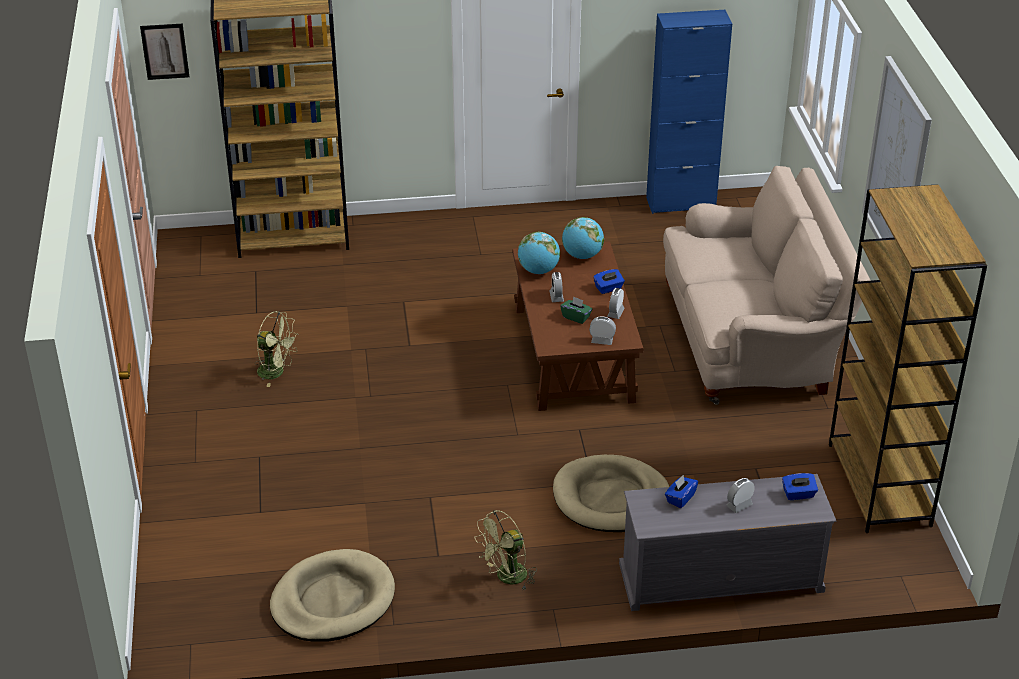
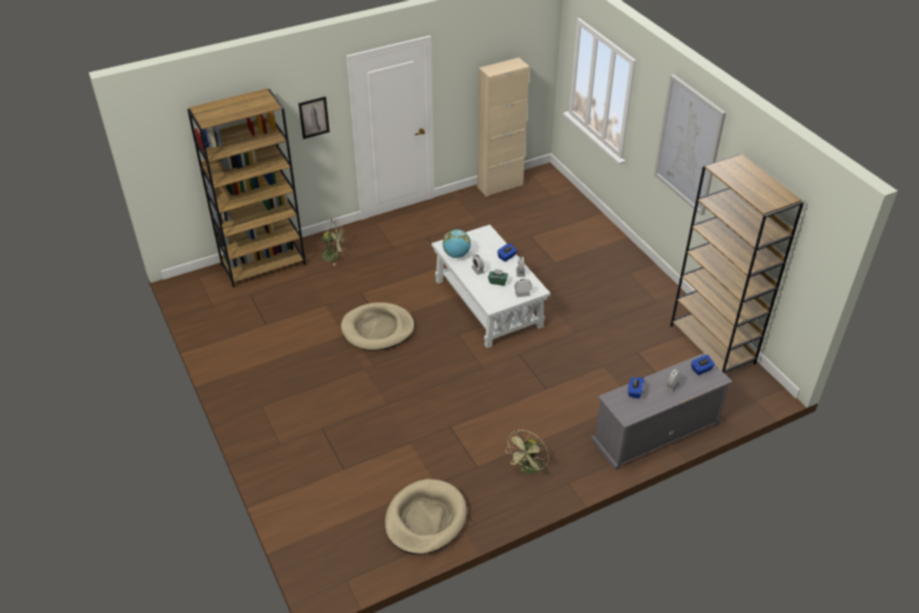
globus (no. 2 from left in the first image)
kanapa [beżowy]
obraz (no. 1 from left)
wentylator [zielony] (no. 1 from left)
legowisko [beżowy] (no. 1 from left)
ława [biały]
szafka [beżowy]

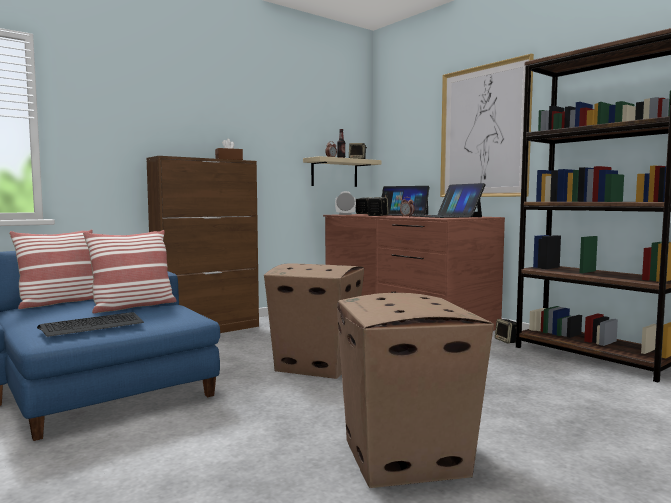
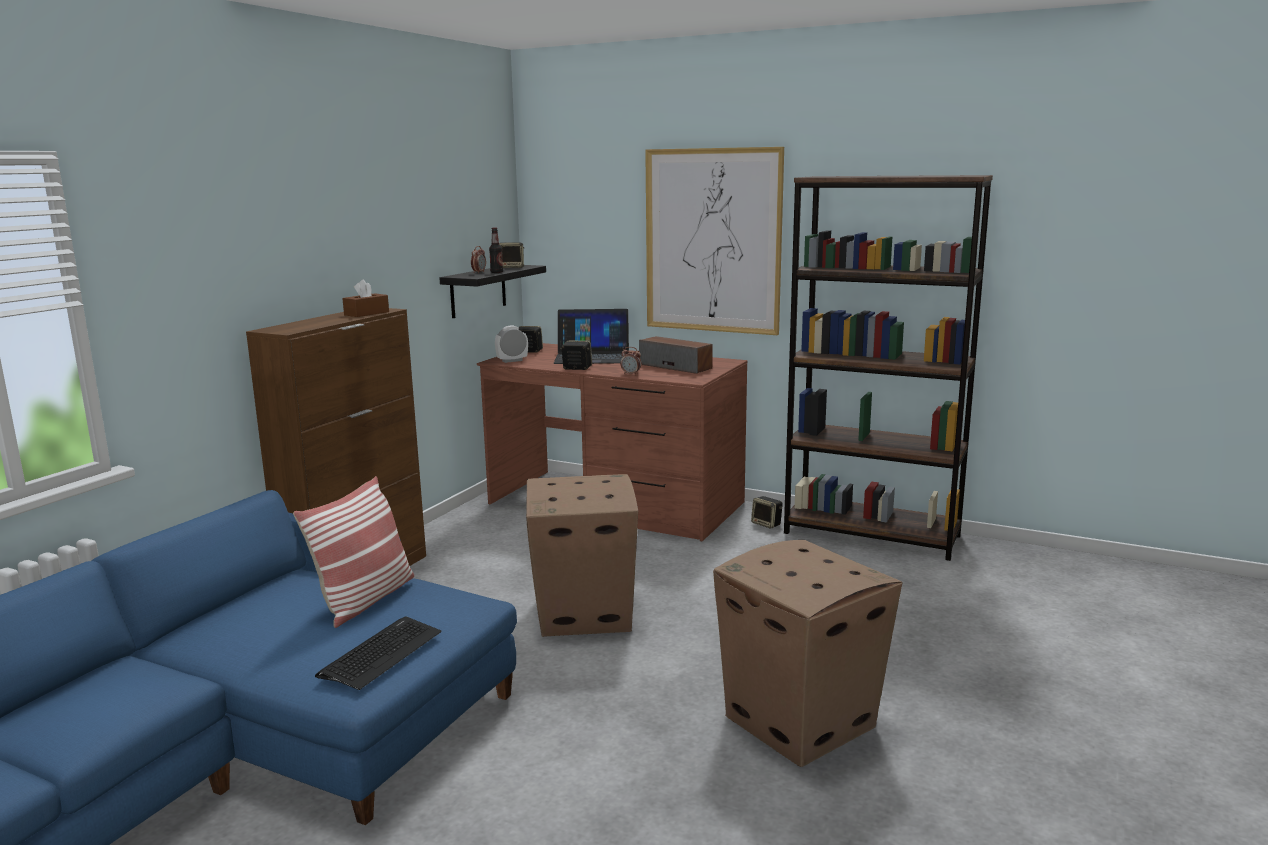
poduszka (no. 1 from left in the first image)
głośnik (no. 4 from left)
półka [czarny]

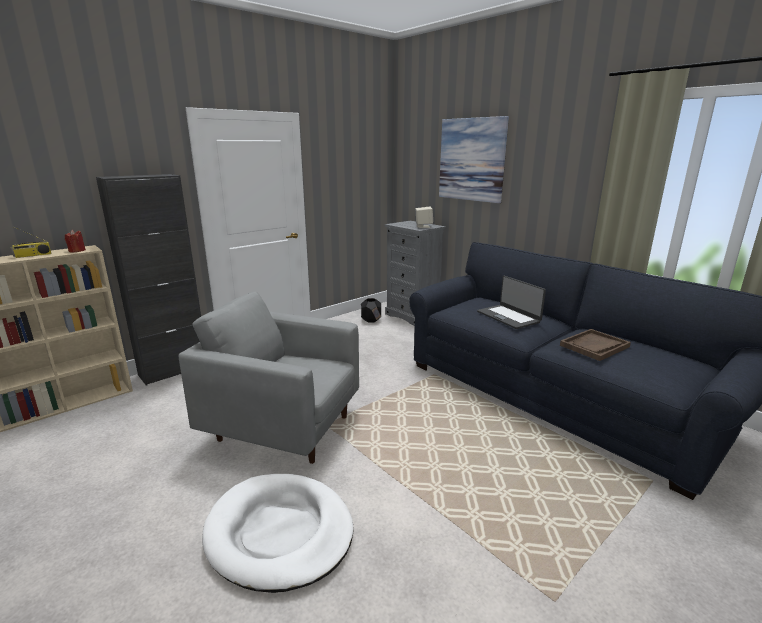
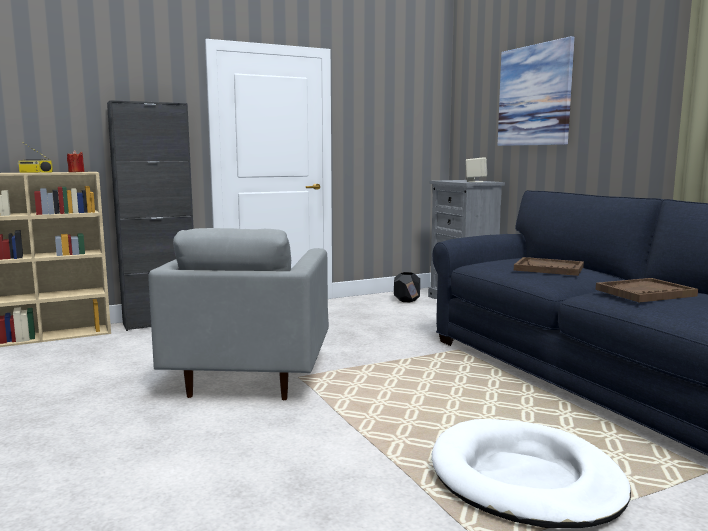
legowisko [biały]
taca [brązowy] (no. 1 from left)
fotel [szary]

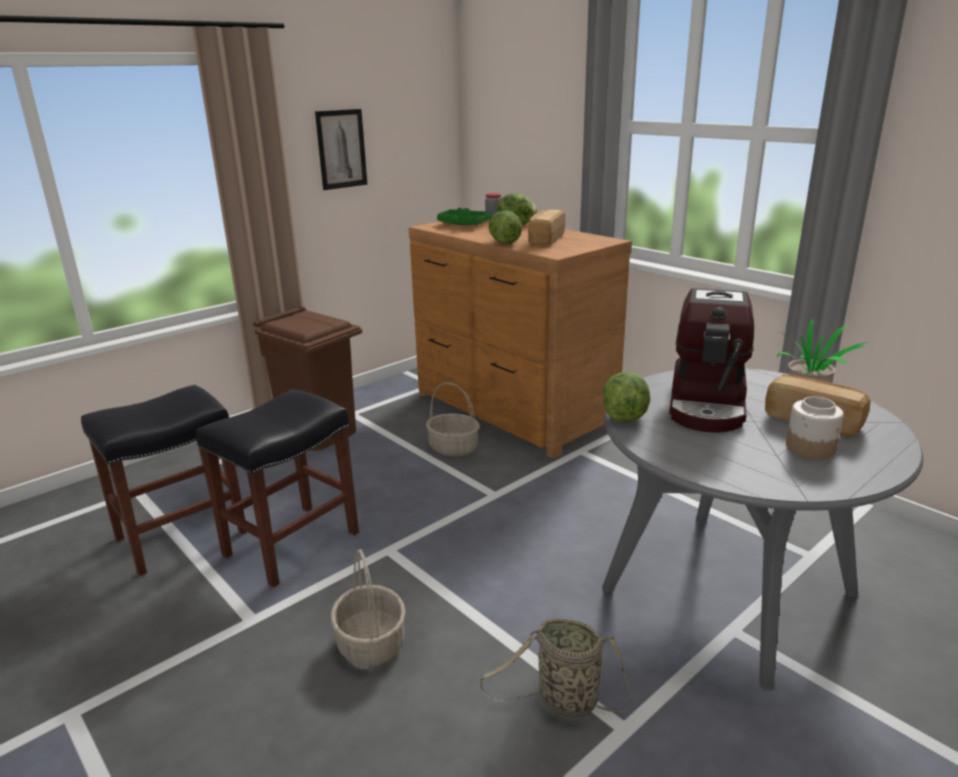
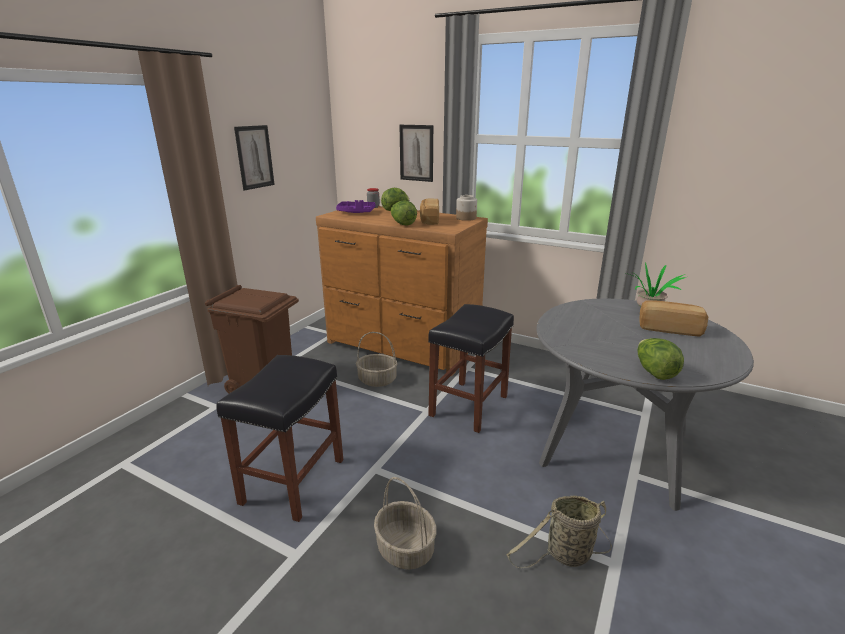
ekspres do kawy
obraz (no. 2 from left)
stołek [czarny] (no. 2 from left)
sałata (no. 3 from left)
słoik (no. 2 from left)
taca [fioletowy]

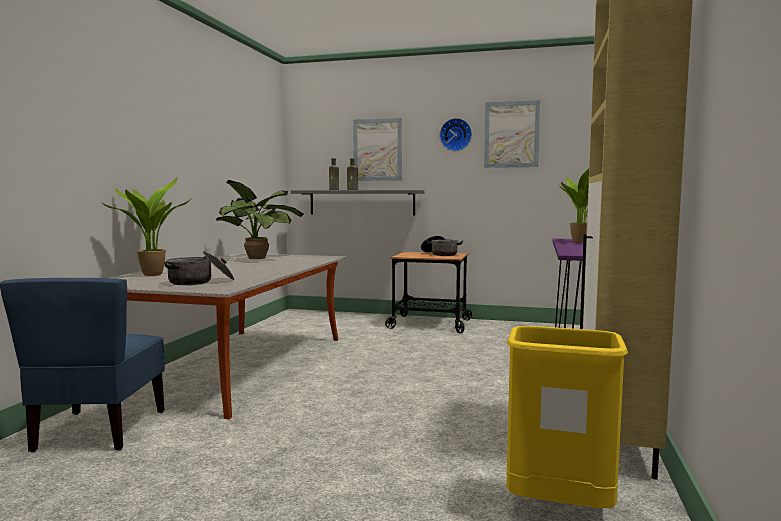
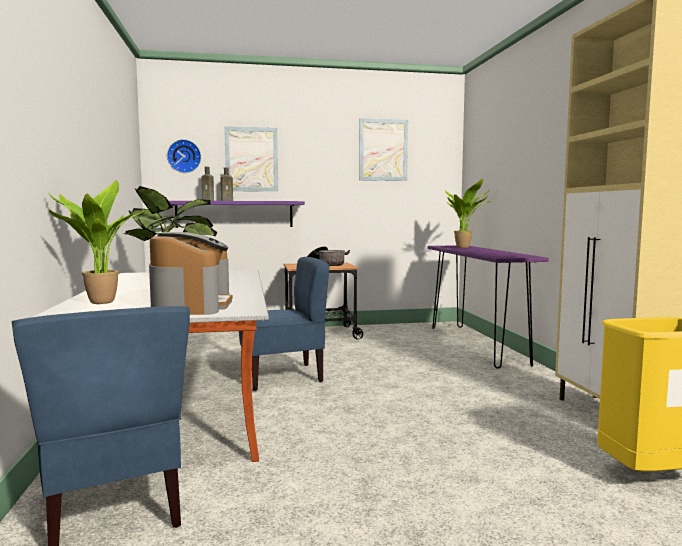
krzesło [niebieski] (no. 2 from left)
zegar ścienny
ekspres do kawy
półka [fioletowy]

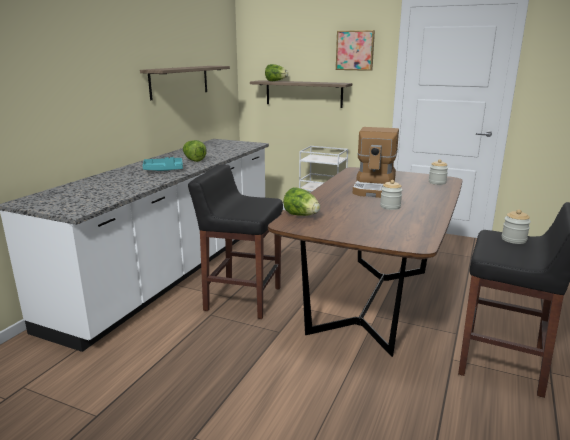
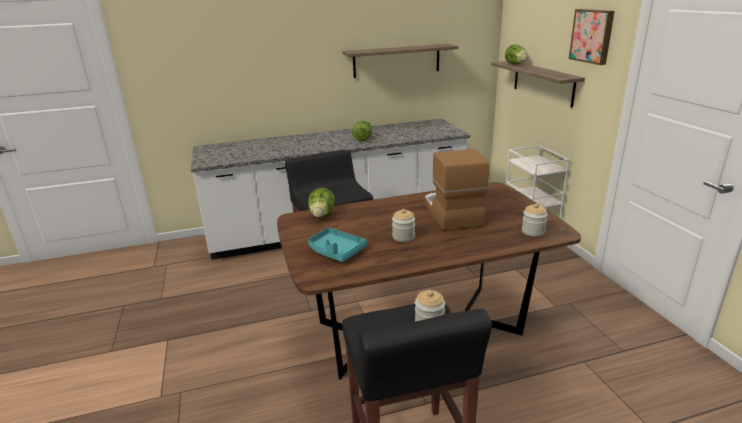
taca [turkusowy]
ekspres do kawy

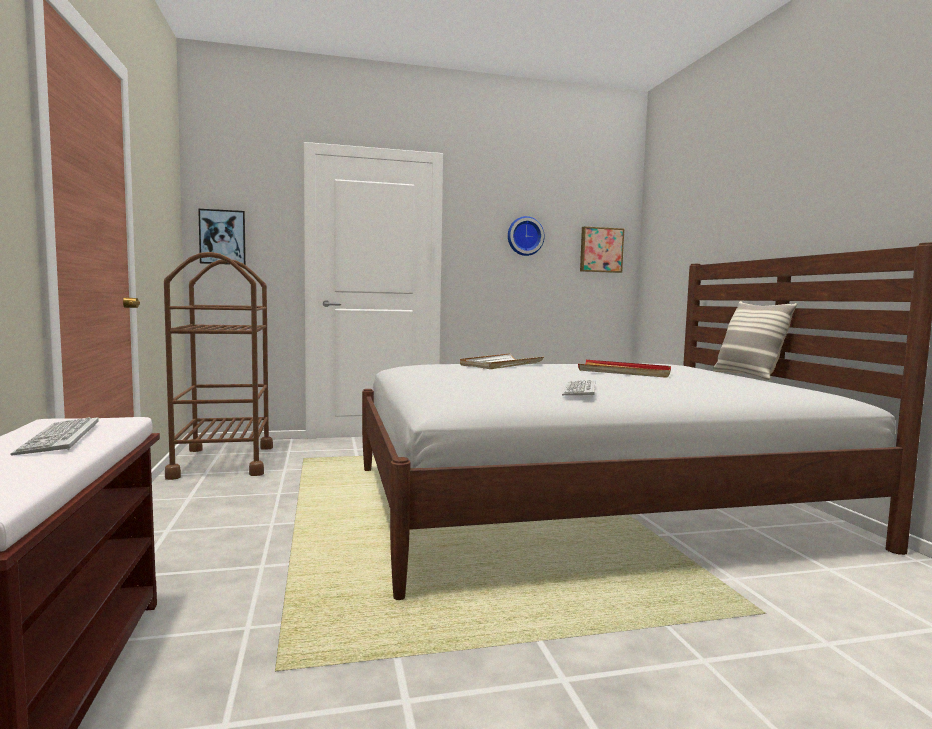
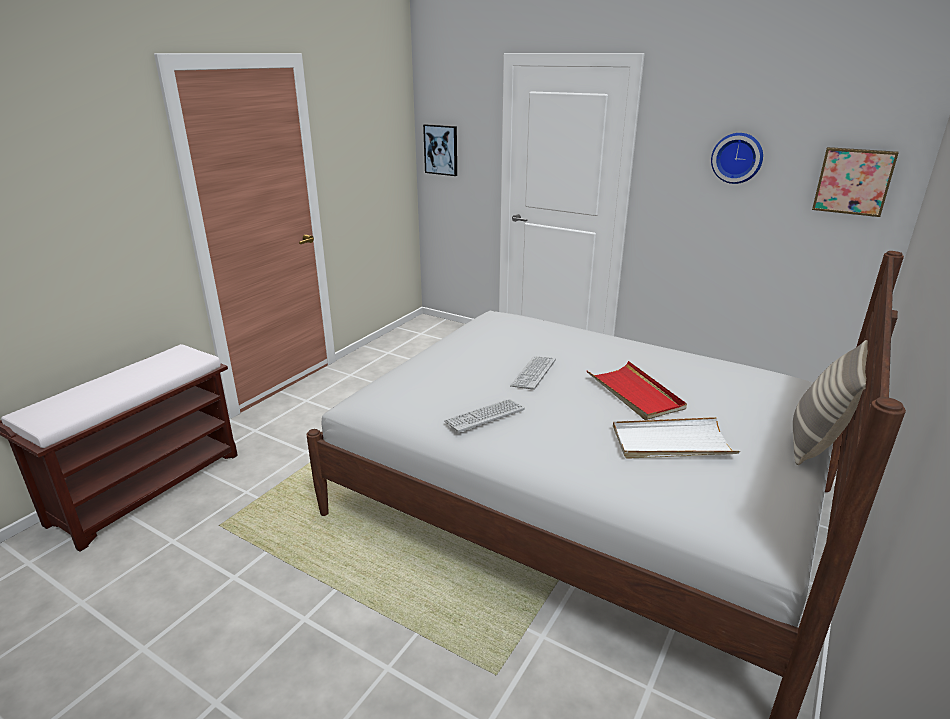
wózek [brązowy]
klawiatura (no. 2 from left)
taca [biały]

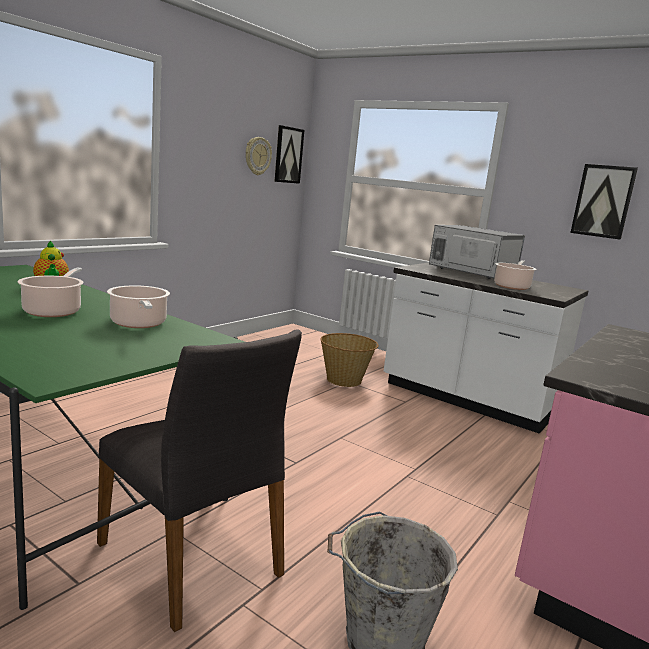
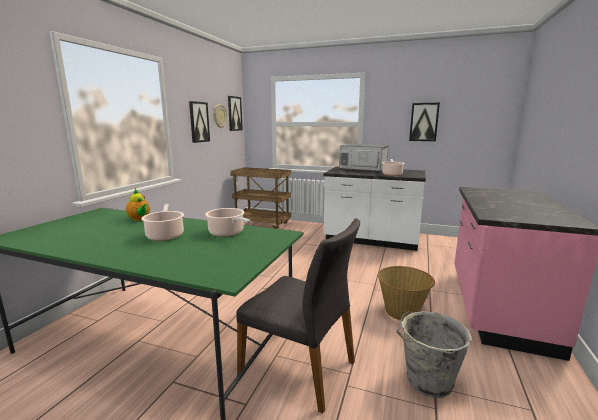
obraz (no. 1 from left)
wózek [brązowy]
koszyk

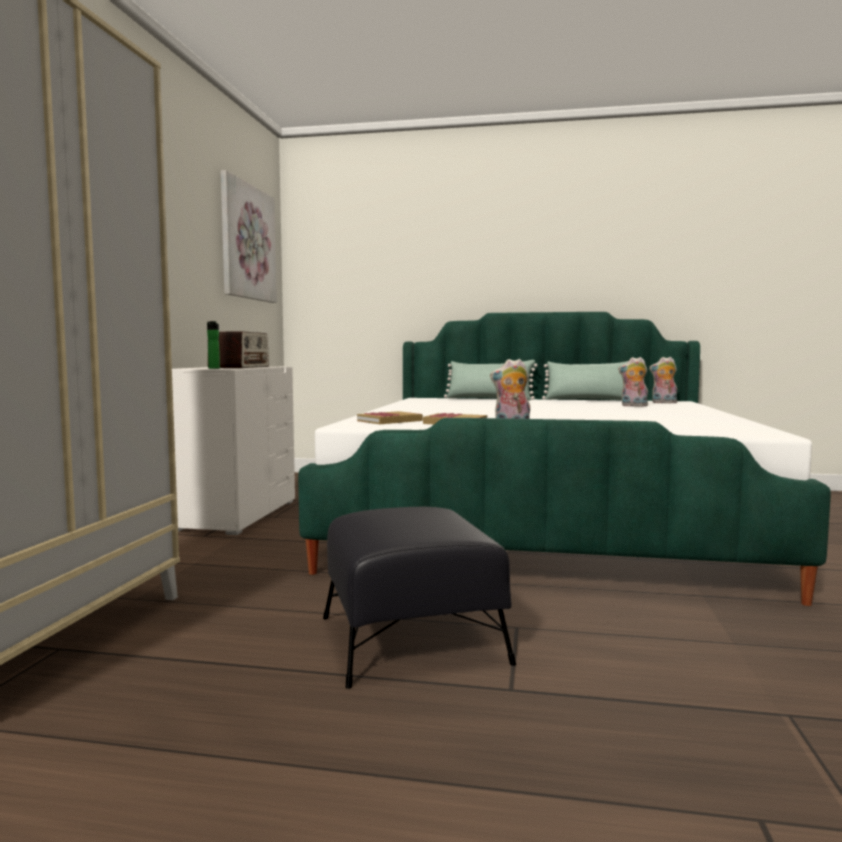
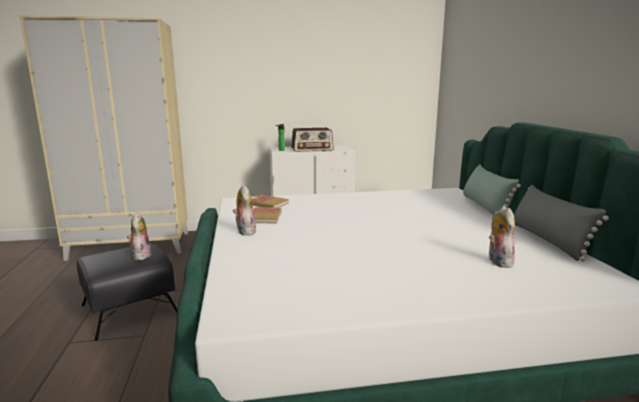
obraz
pluszak (no. 1 from left)
poduszka [szary]

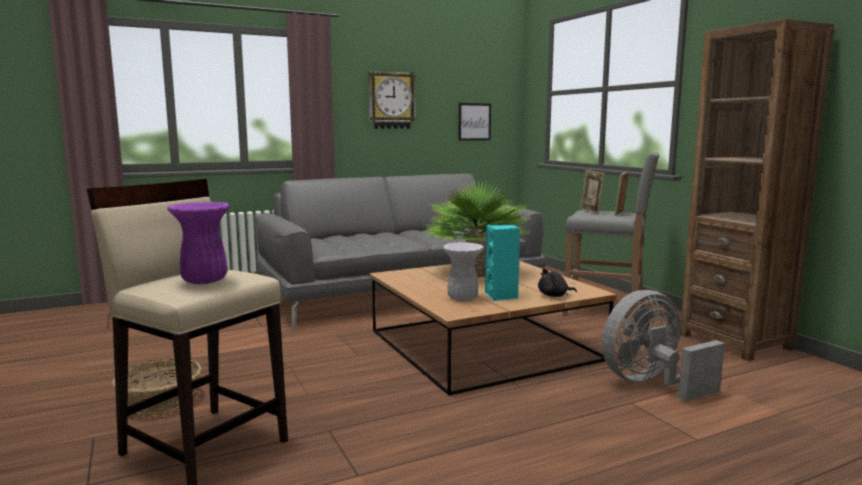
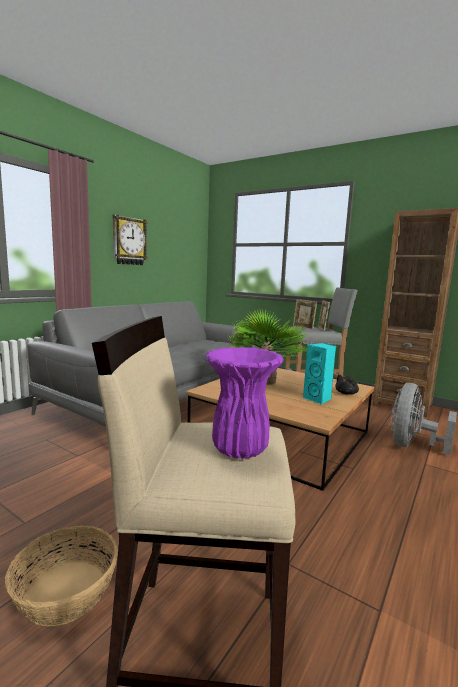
wazon [biały]
obraz

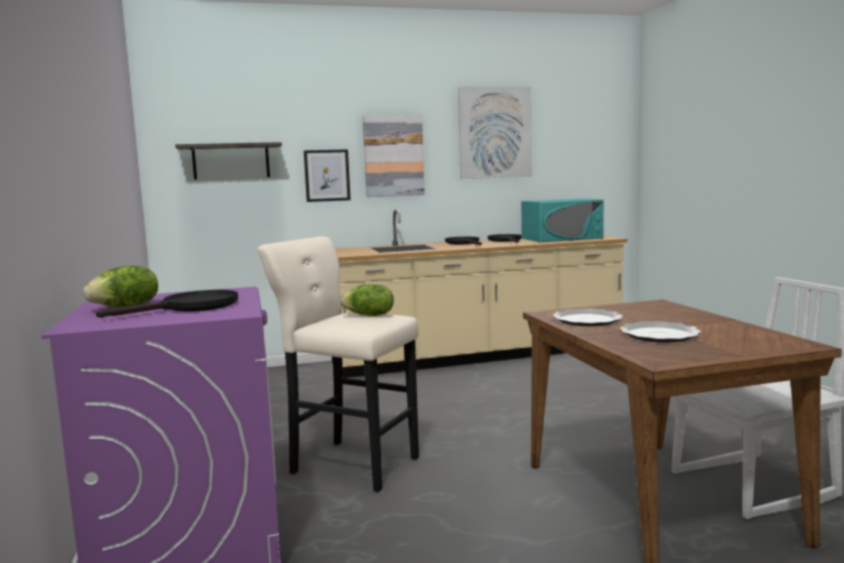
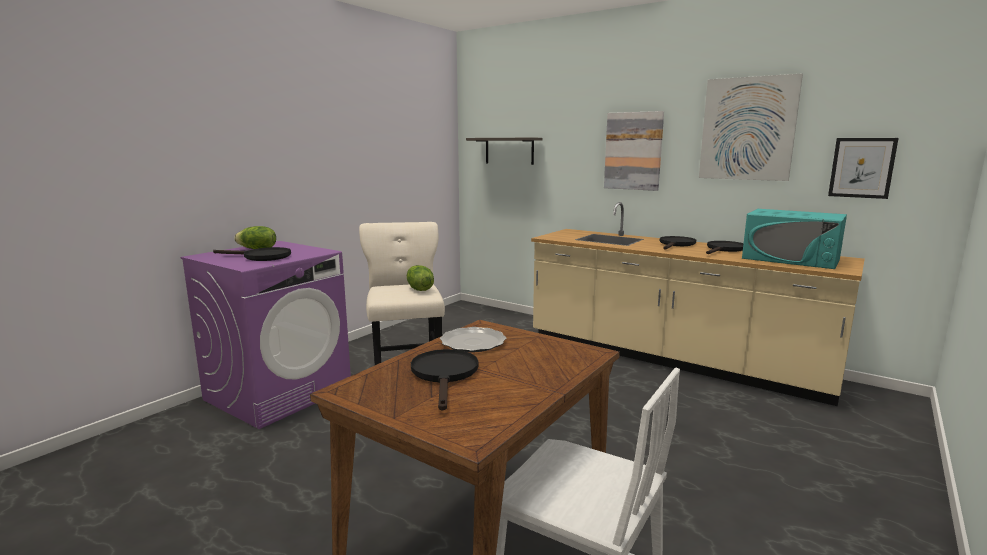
obraz (no. 3 from left)
patelnia [czarny] (no. 2 from left)

